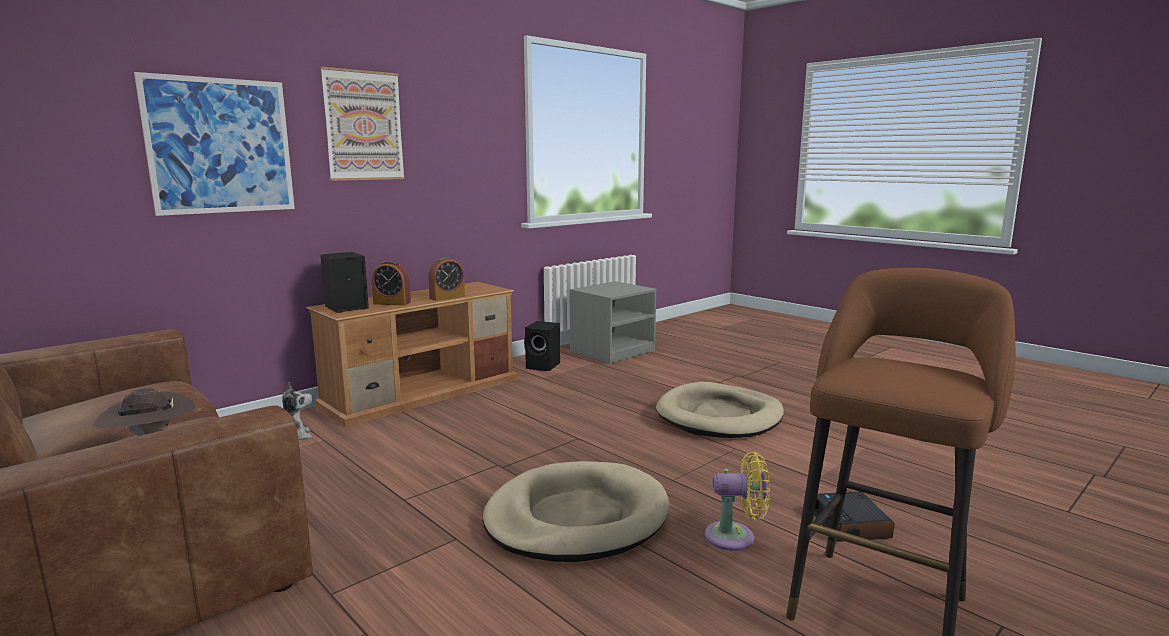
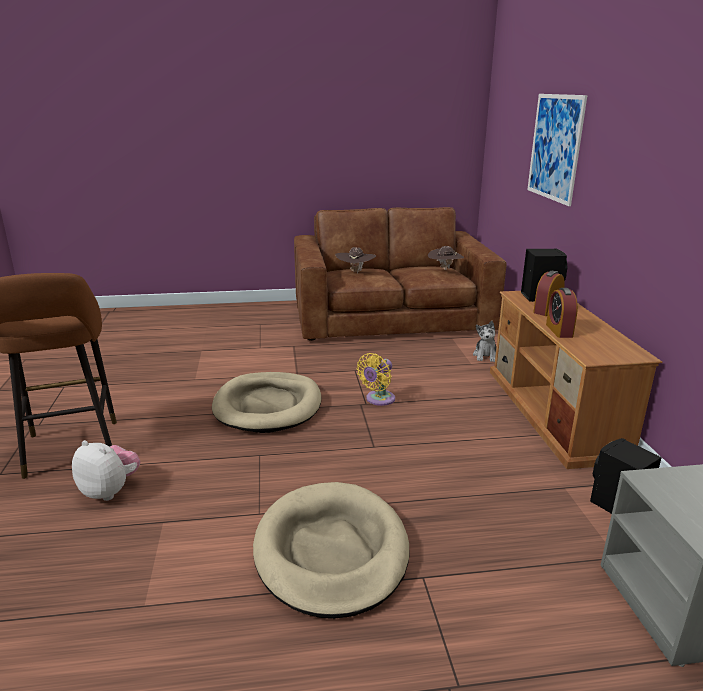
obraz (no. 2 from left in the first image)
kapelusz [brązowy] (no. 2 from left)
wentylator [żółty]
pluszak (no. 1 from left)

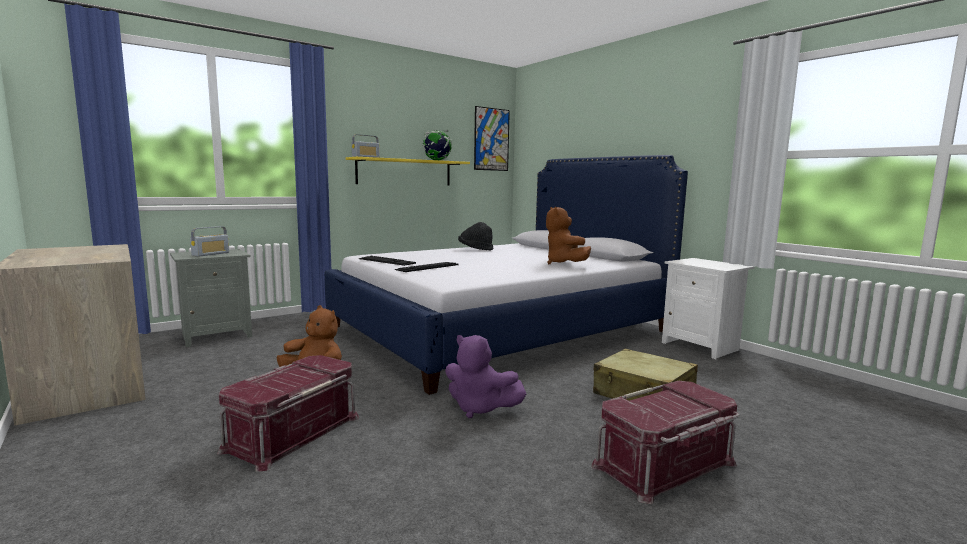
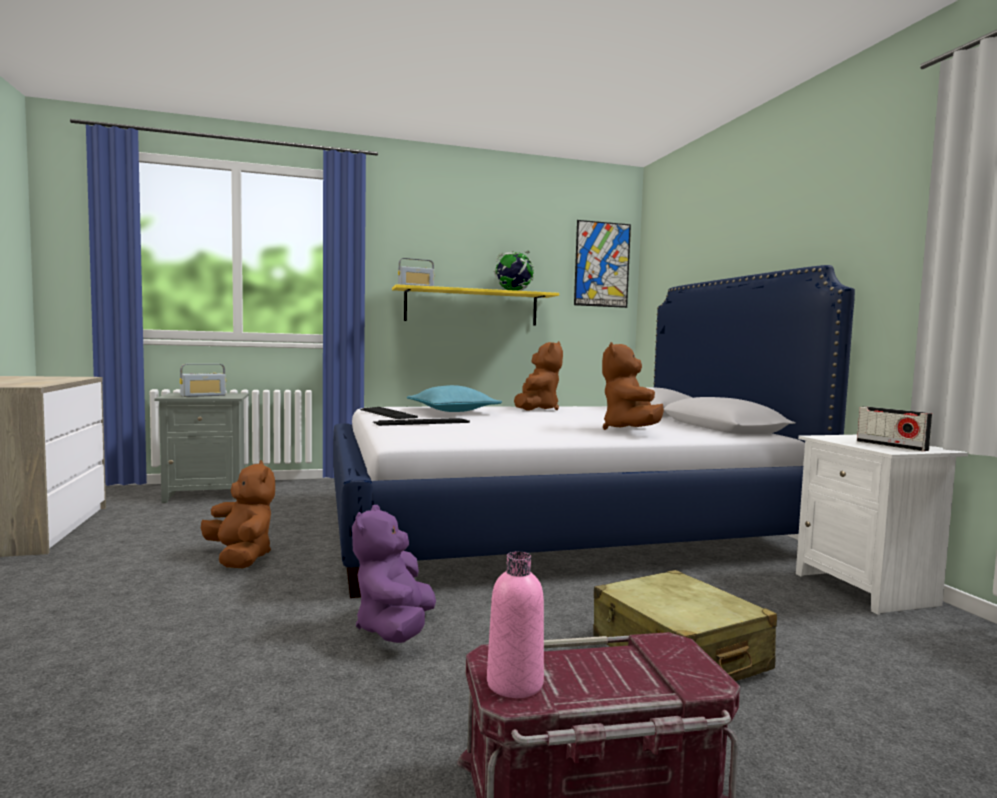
pojemnik do przechowywania [czerwony] (no. 1 from left in the first image)
poduszka [turkusowy]
butelka [różowy]
radio (no. 3 from left)
pluszak [brązowy] (no. 2 from left)
pluszak [fioletowy]

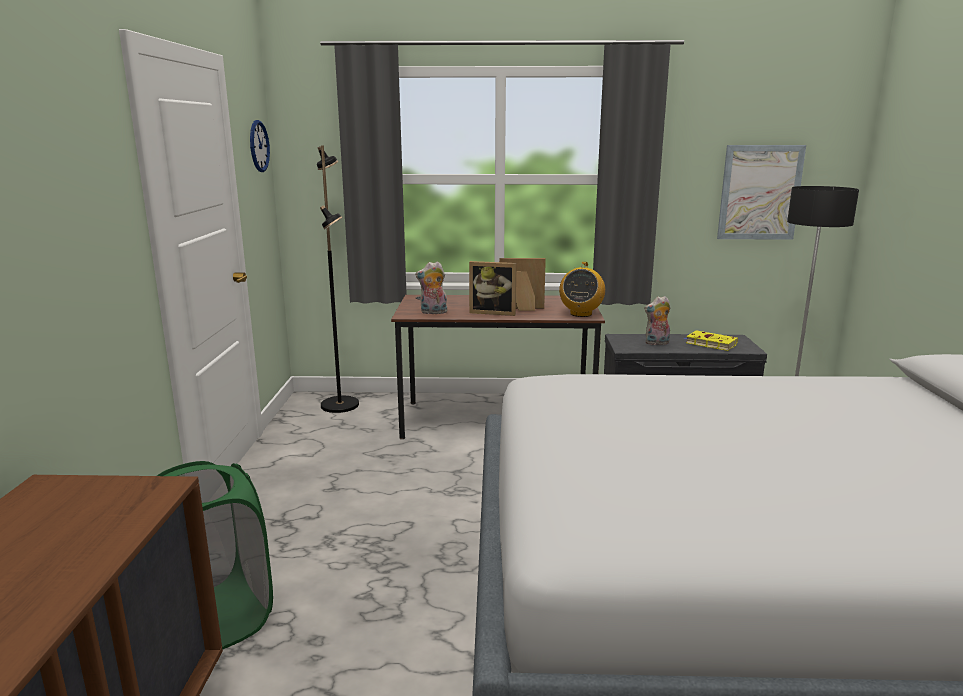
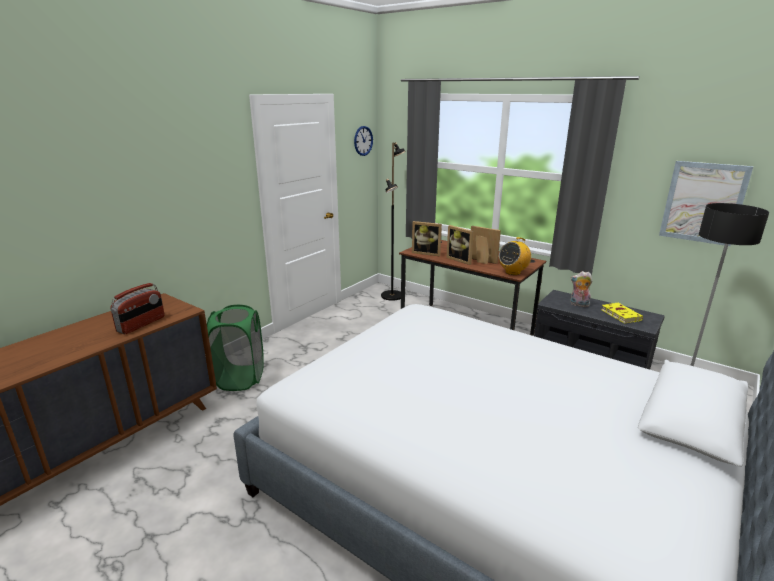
radio (no. 1 from left)
ramka na zdjęcie (no. 1 from left)

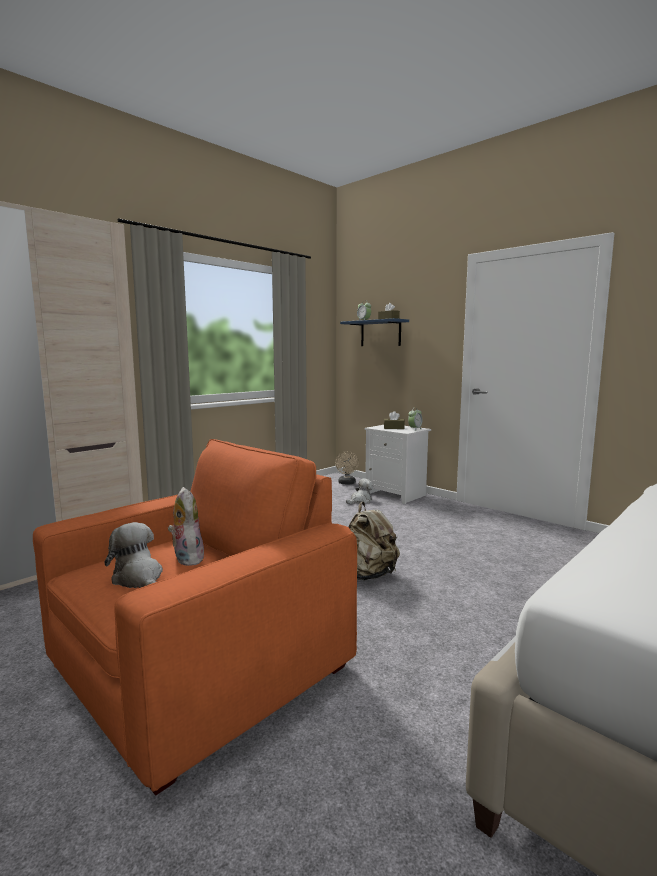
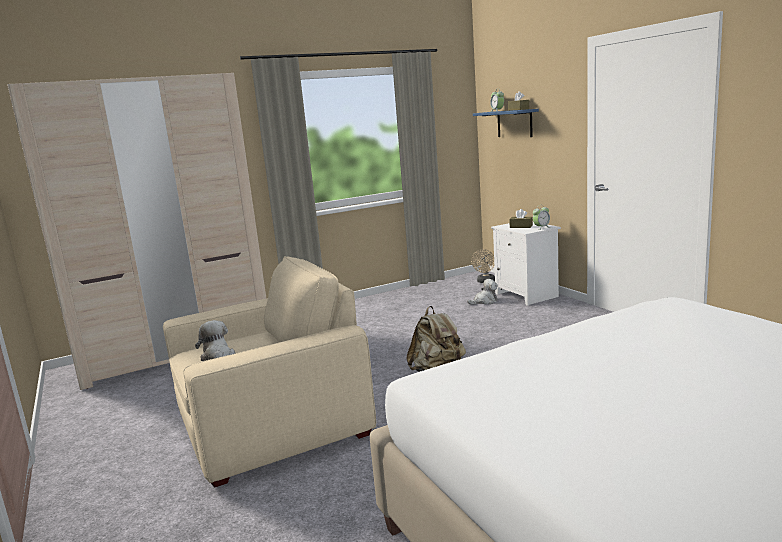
pluszak (no. 2 from left in the first image)
fotel [beżowy]

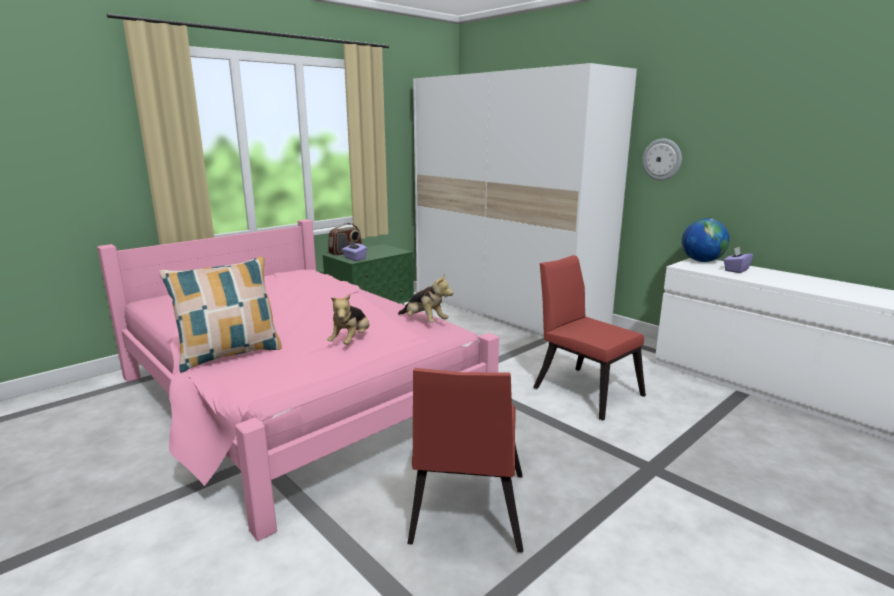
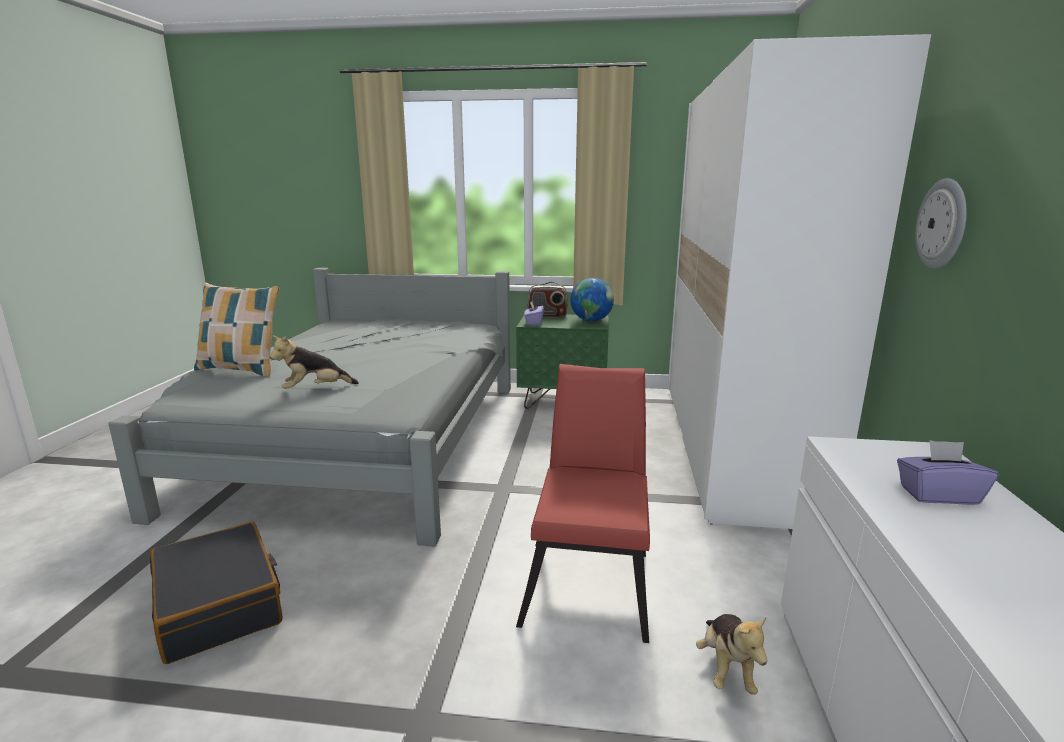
pluszak (no. 2 from left)
globus
walizka [czarny]
łóżko [szary]

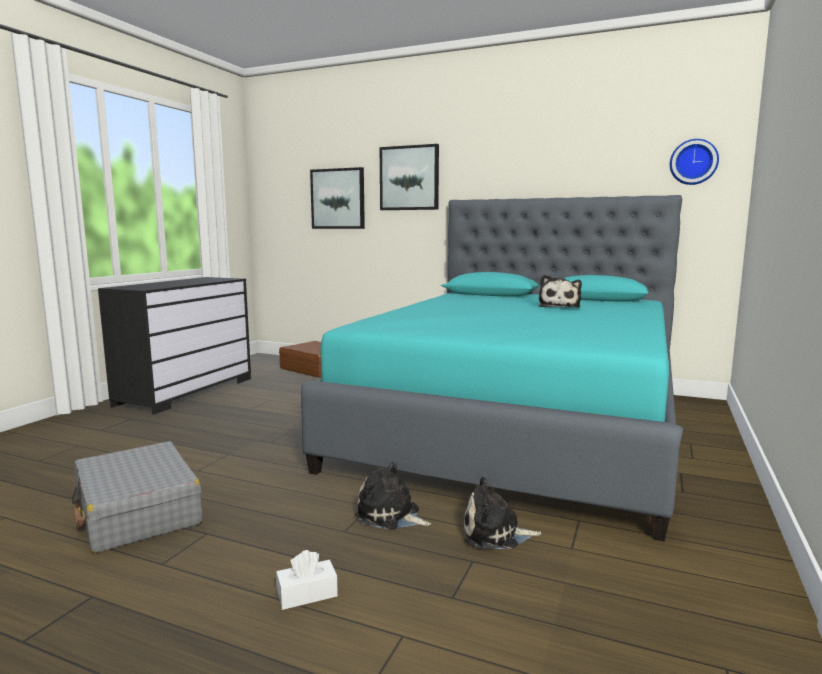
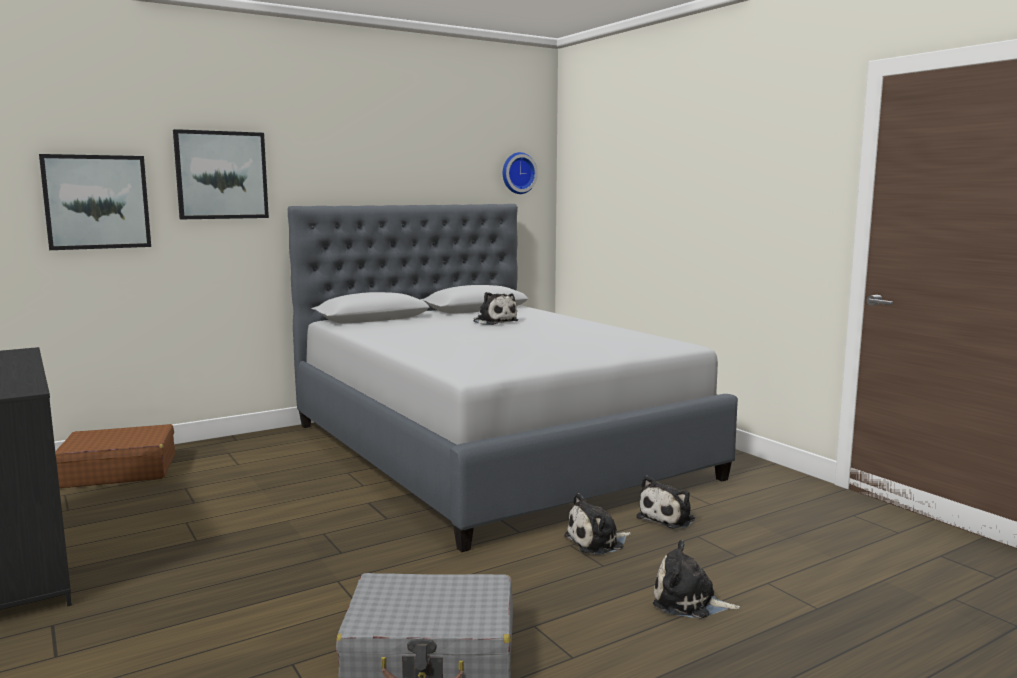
pluszak (no. 4 from left)
łóżko [szary]

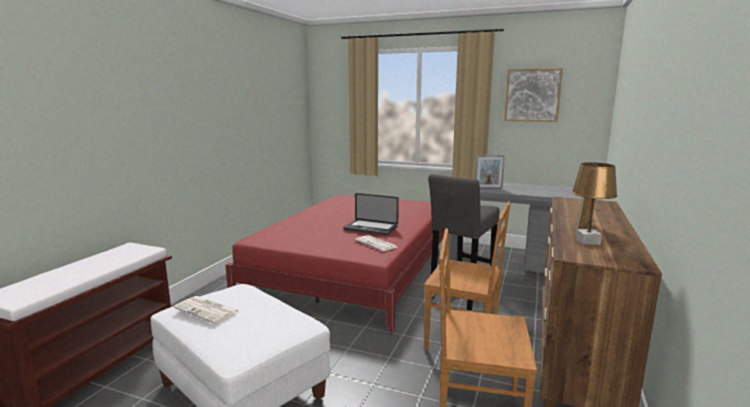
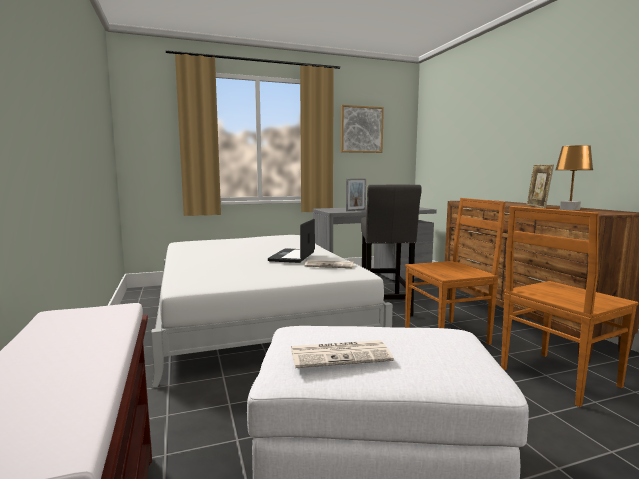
łóżko [biały]
laptop

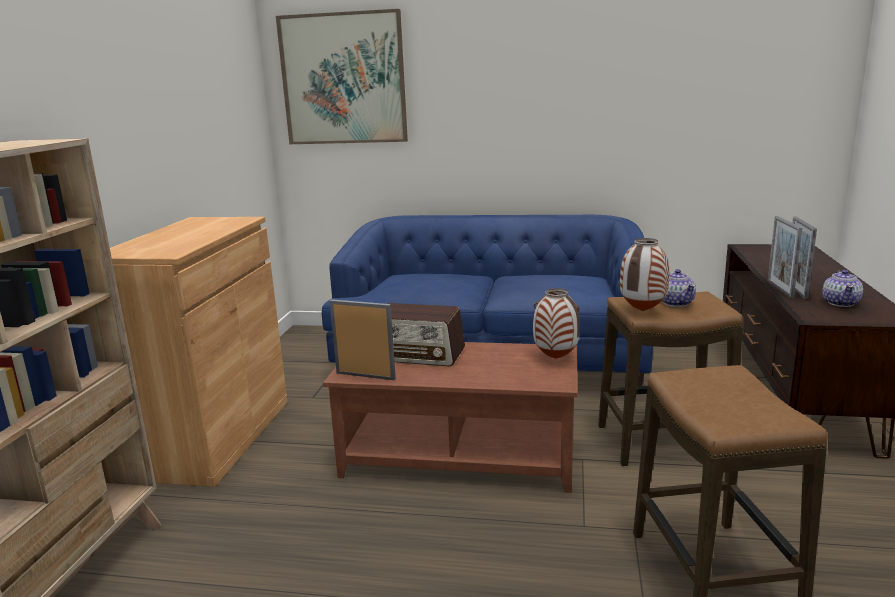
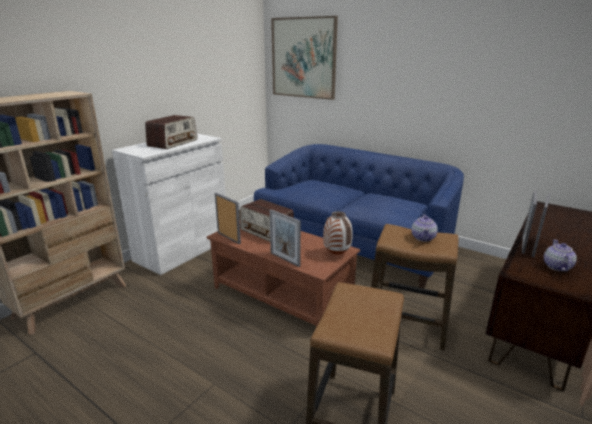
wazon (no. 2 from left in the first image)
radio (no. 1 from left)
ramka na zdjęcie (no. 2 from left)
szafka [biały]
imbryk (no. 2 from left)

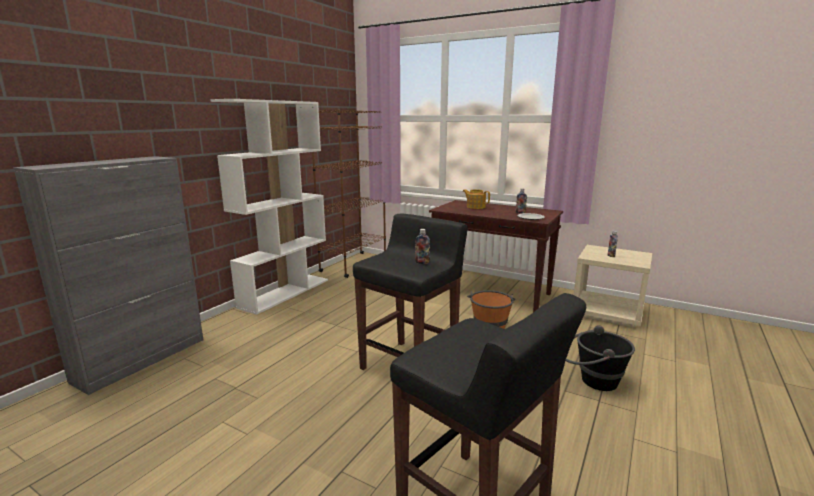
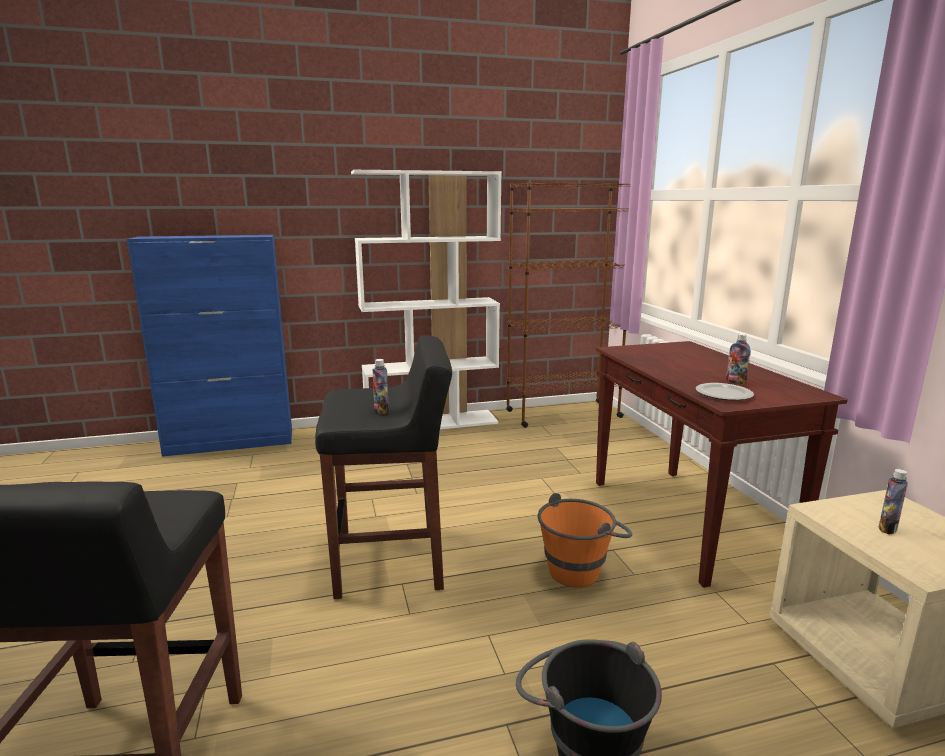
imbryk
szafka [niebieski]

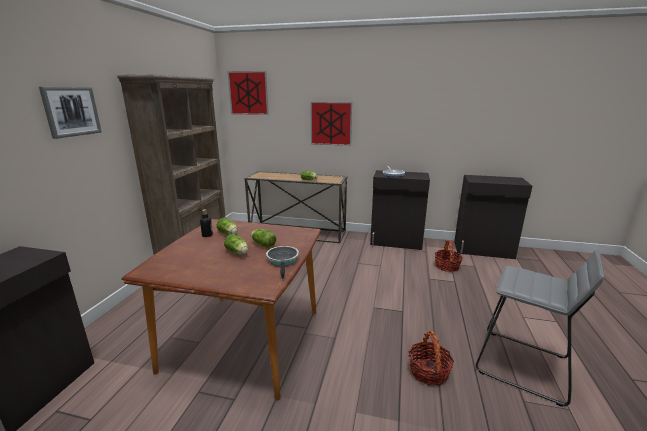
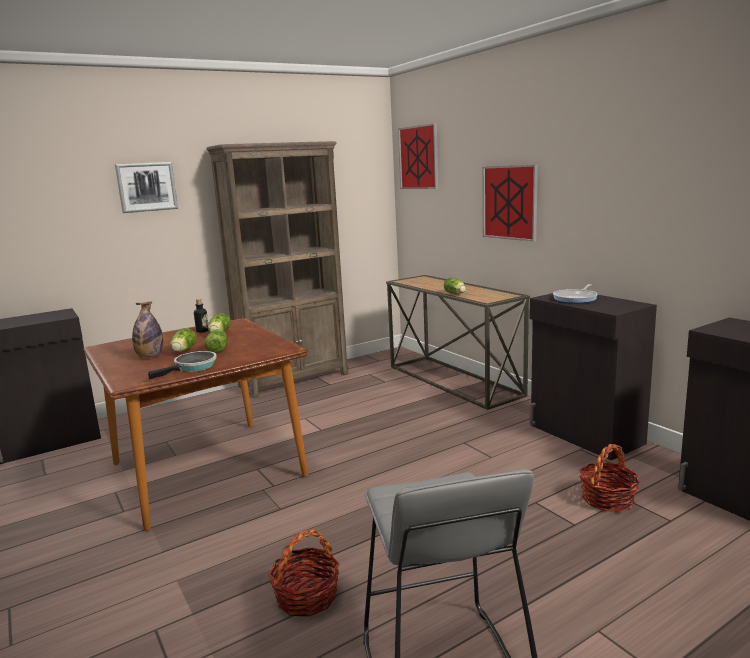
butelka (no. 1 from left)

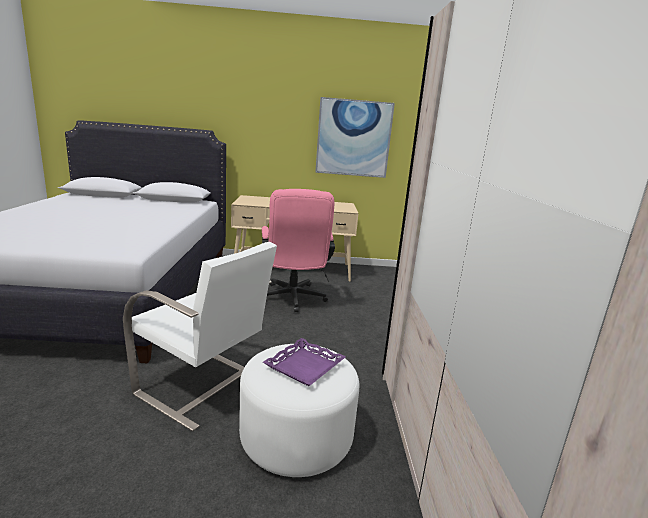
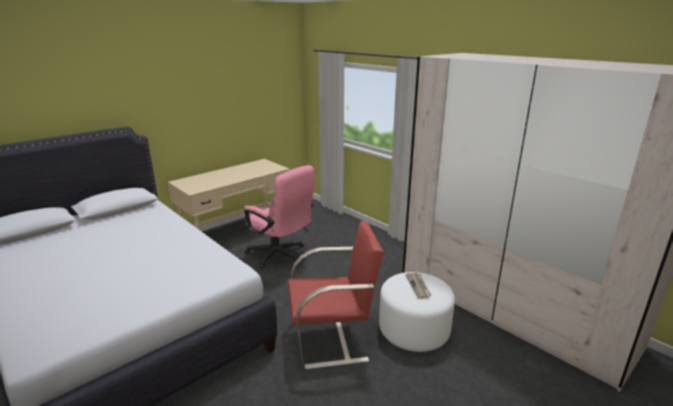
obraz
gazeta
fotel [czerwony]

